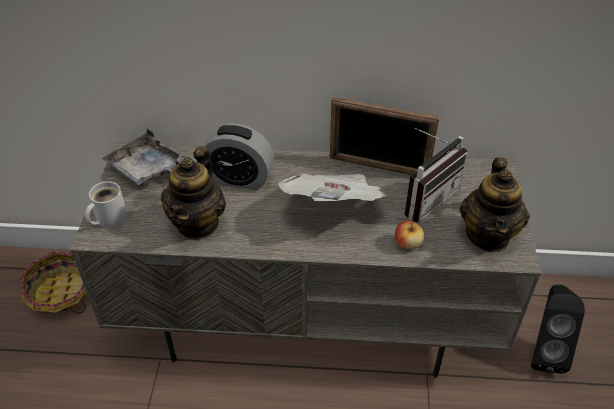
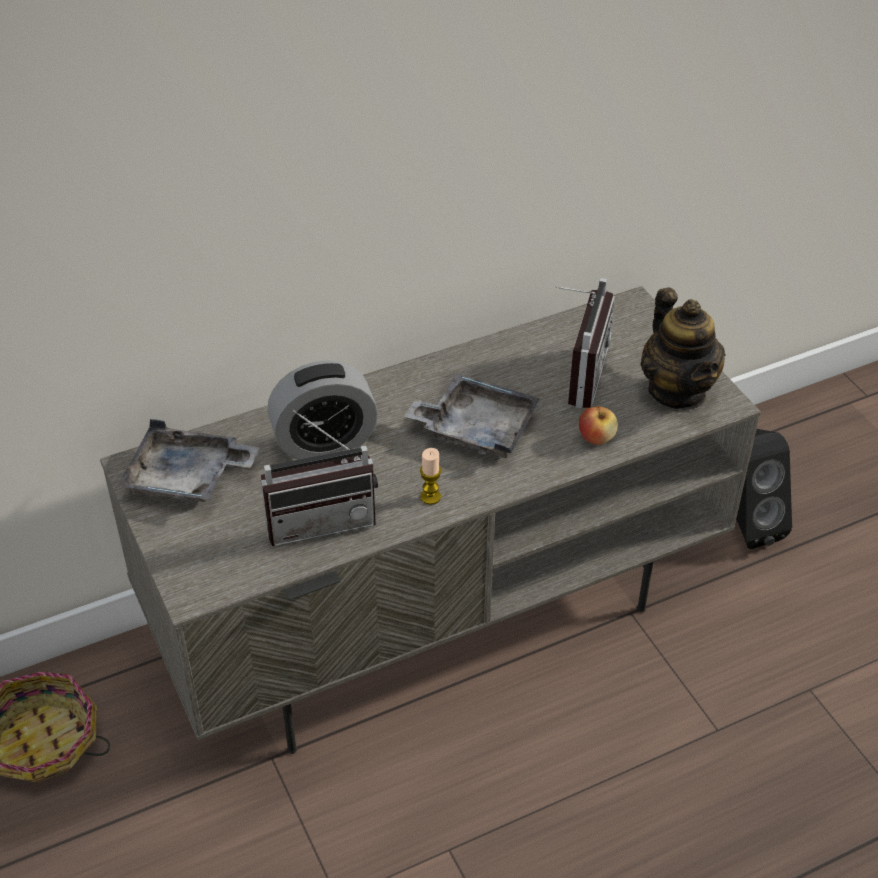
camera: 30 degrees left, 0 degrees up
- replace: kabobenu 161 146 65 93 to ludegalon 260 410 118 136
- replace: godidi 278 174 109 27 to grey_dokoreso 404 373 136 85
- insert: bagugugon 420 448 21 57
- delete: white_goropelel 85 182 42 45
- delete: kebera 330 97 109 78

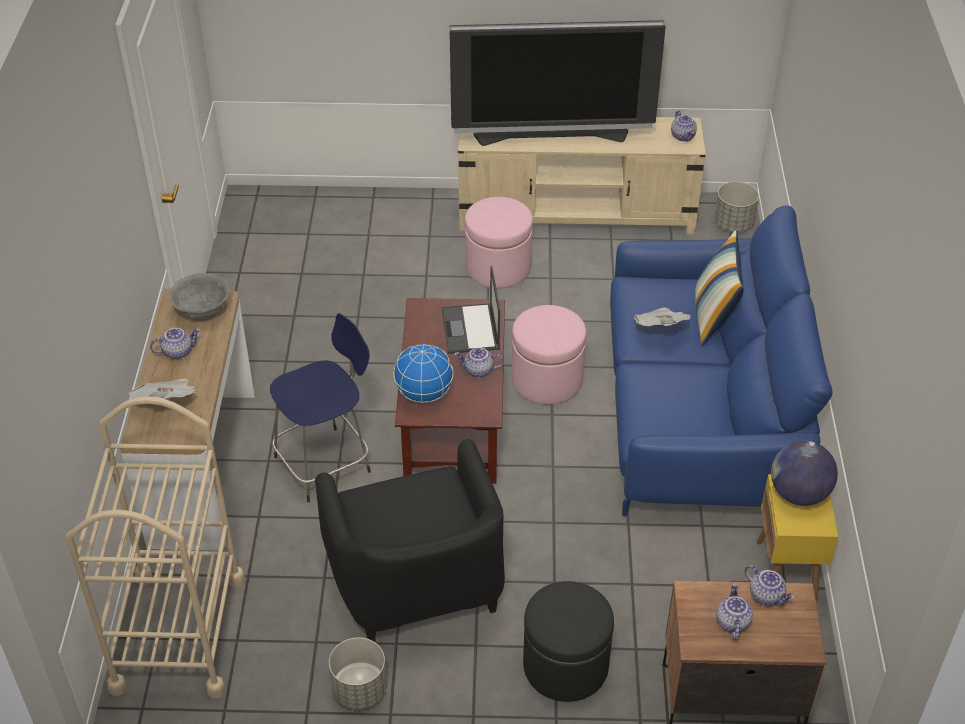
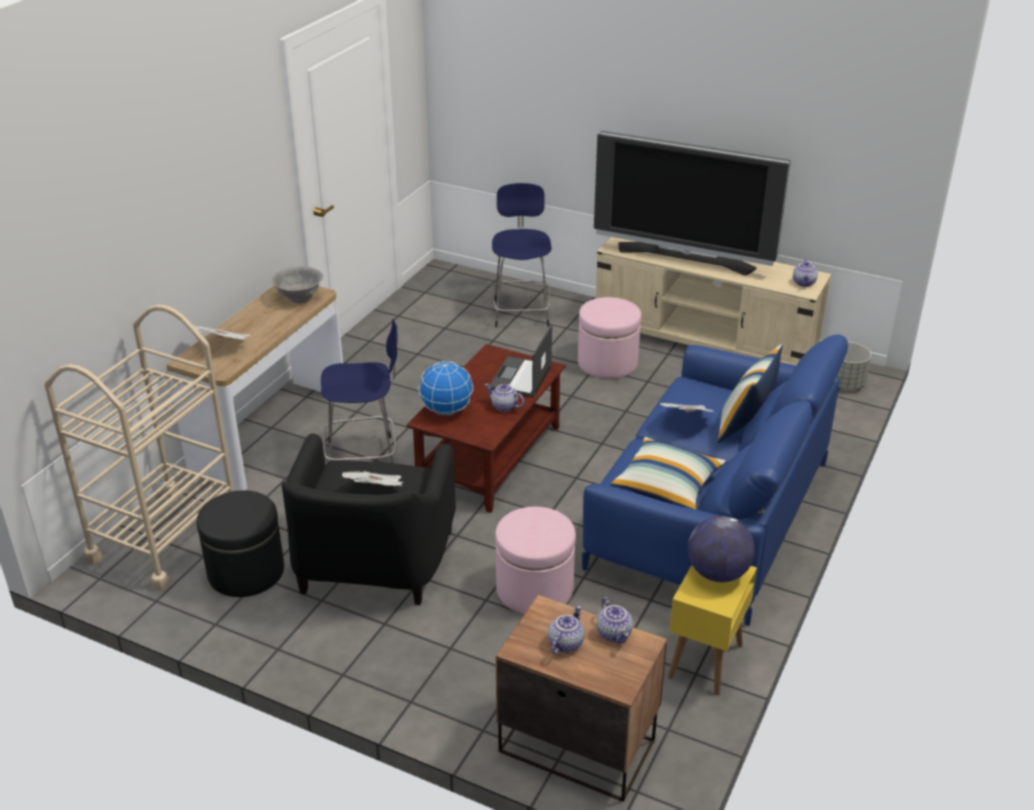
camera: 25 degrees right, 10 degrees down
- move: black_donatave 523 581 91 121 to 197 490 87 107
- insert: godidi 342 471 62 15
- insert: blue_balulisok 492 183 59 145
- move: pink_donatave 512 305 74 100 to 495 507 81 107
- insert: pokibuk 610 437 116 73
- delete: kabobenu 150 328 50 31
- delete: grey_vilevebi 329 637 58 72

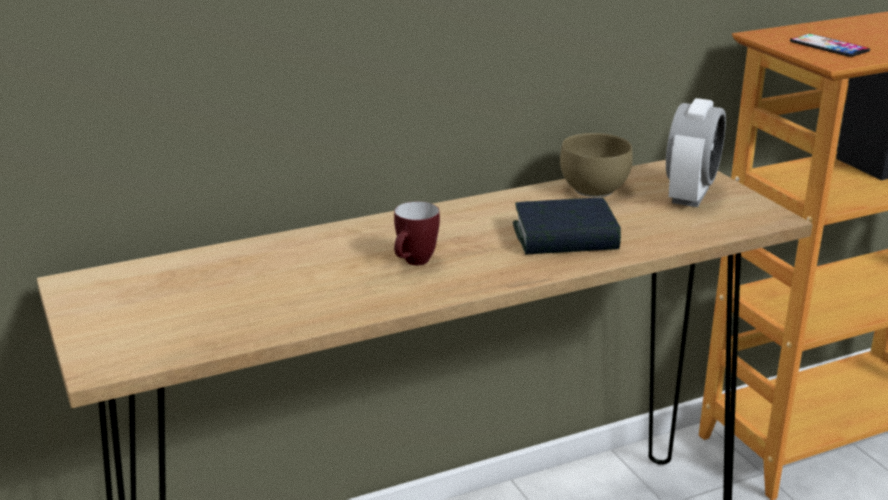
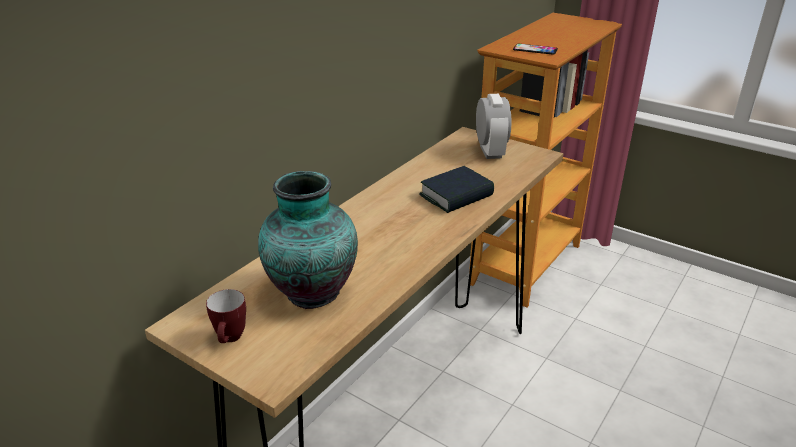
camera: 30 degrees left, 5 degrees up
- move: goropelel 394 201 46 64 to 206 289 40 54
- insert: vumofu 258 171 100 138
- delete: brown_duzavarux 560 133 73 64

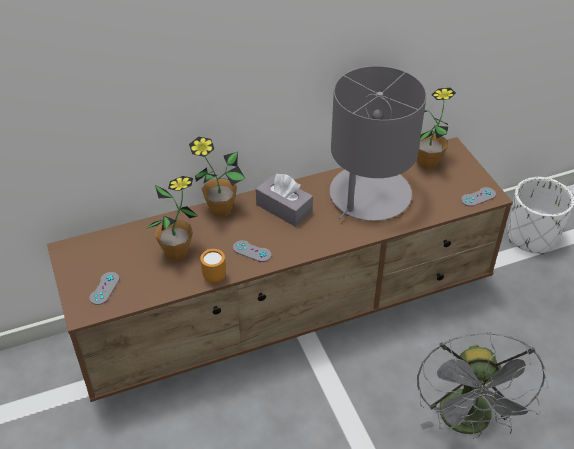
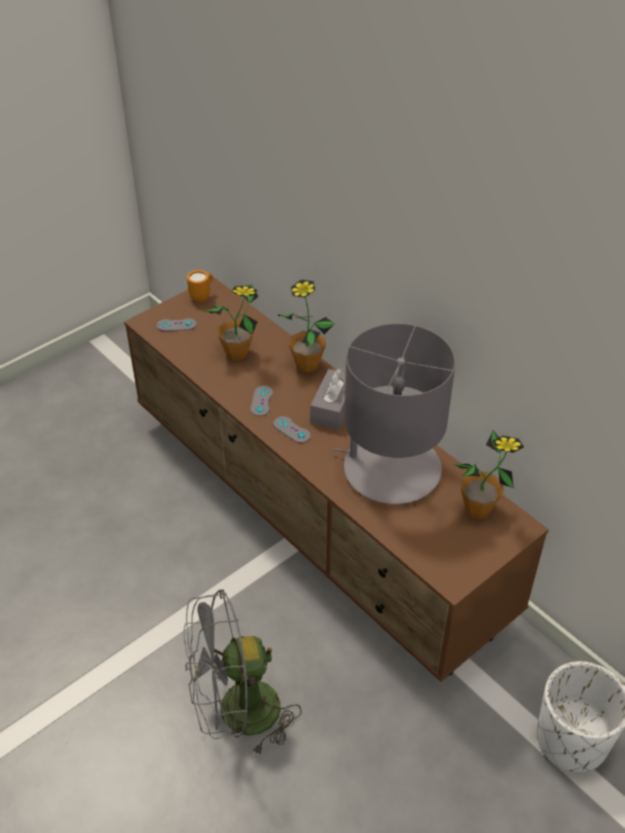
camera: 70 degrees right, 0 degrees up
- move: orange_goropelel 200 249 26 34 to 187 270 26 32
- move: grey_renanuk 461 187 35 19 to 273 416 38 27

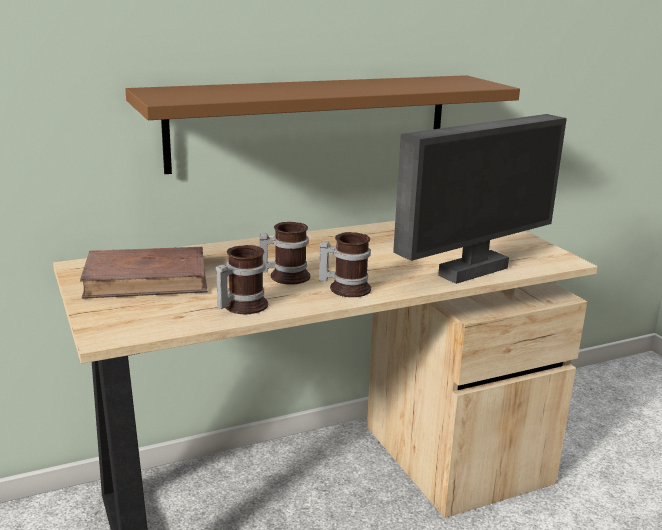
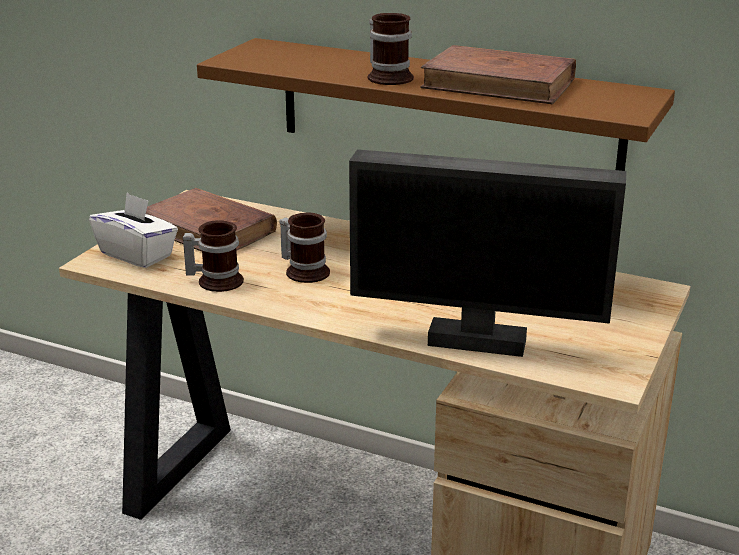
camera: 50 degrees right, 5 degrees up
- insert: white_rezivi 89 193 89 75
- move: goropelel 319 232 52 65 to 368 13 46 72
- insert: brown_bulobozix 420 45 156 59

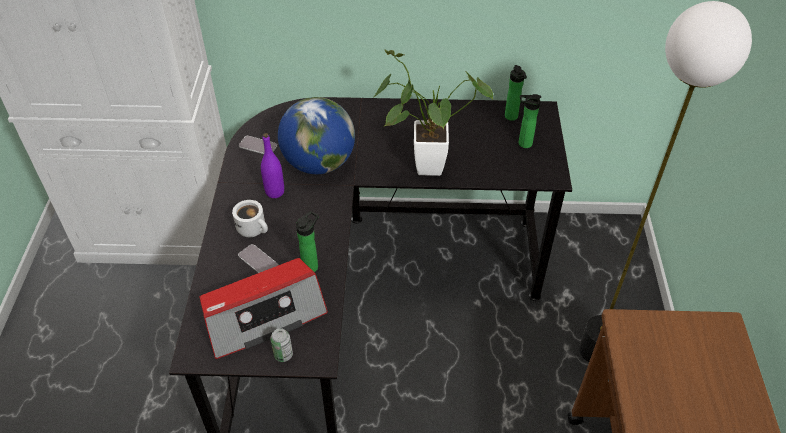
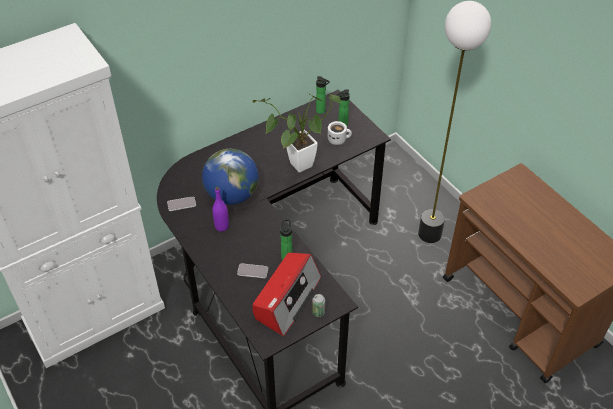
camera: 35 degrees left, 0 degrees up
- move: white_goropelel 232 200 36 37 to 328 121 24 24

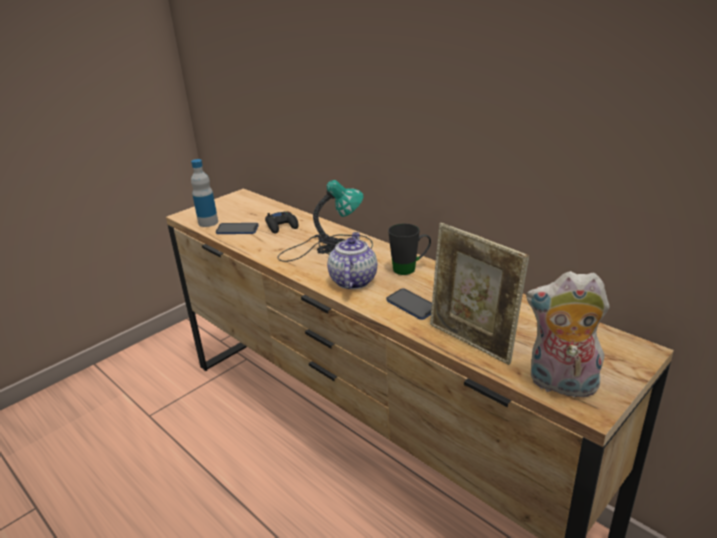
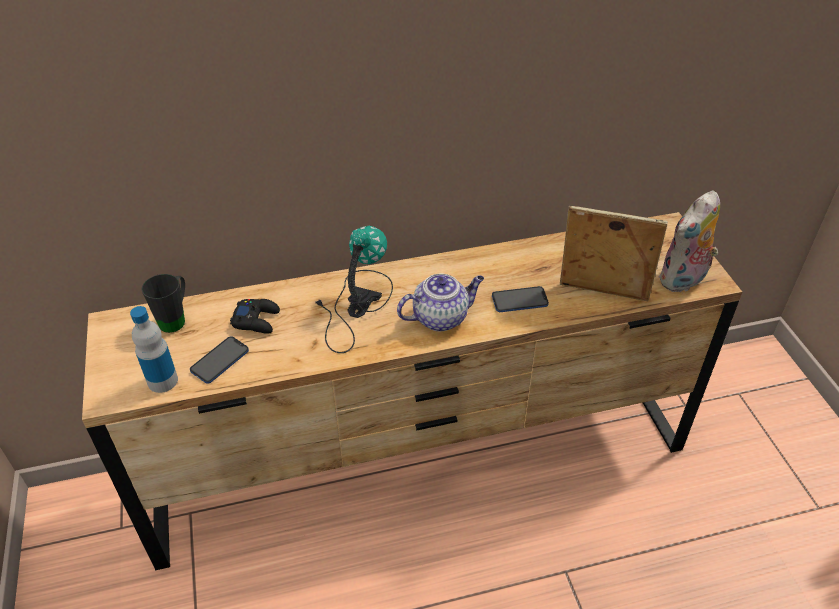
camera: 60 degrees left, 15 degrees up
- move: black_goropelel 388 224 43 51 to 142 274 43 59
- rotate: kabobenu 327 232 50 57 = 397 273 87 58 120 degrees clockwise
- rotate: kebera 430 223 99 142 = 560 206 108 95 150 degrees counterclockwise

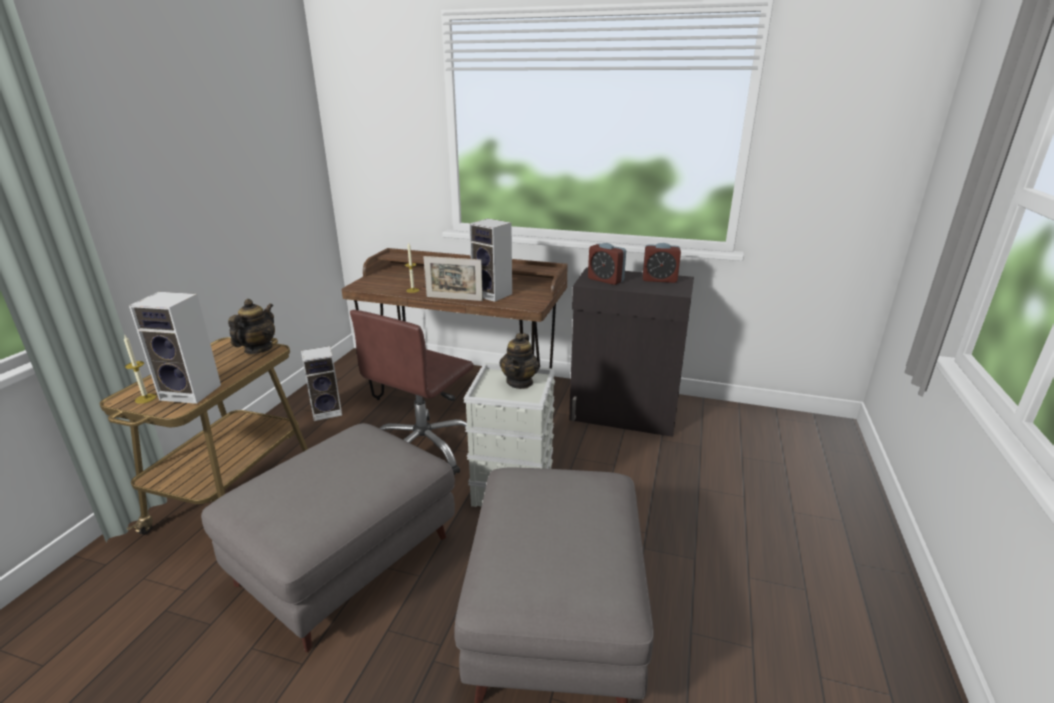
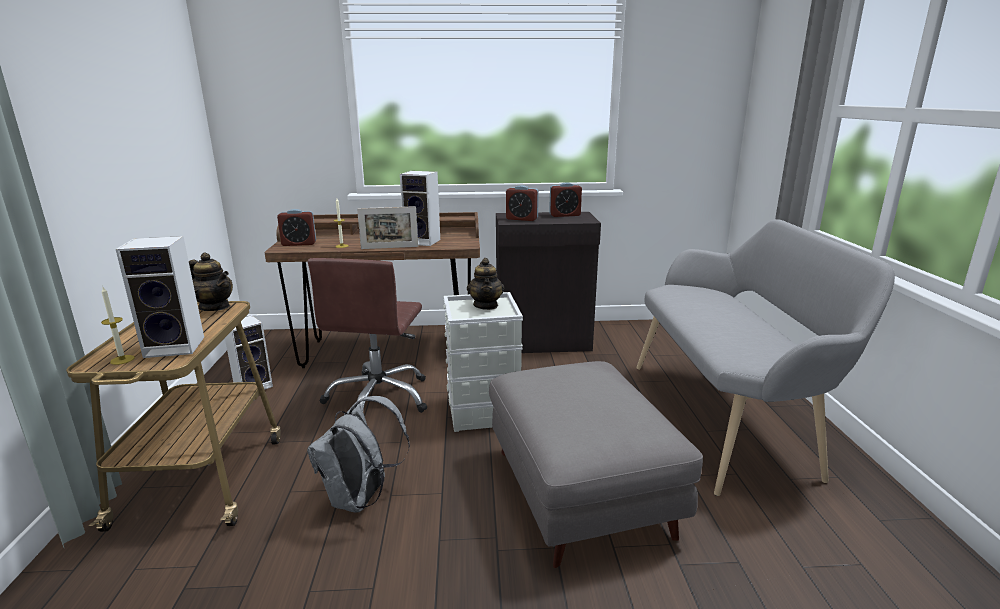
camera: 20 degrees left, 5 degrees down
- rotate: kabobenu 228 299 47 55 = 189 253 44 58 120 degrees clockwise
- insert: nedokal 277 209 39 37
- replace: grey_donatave 201 423 254 229 to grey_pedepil 307 396 103 117
- insert: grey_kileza 637 219 258 277

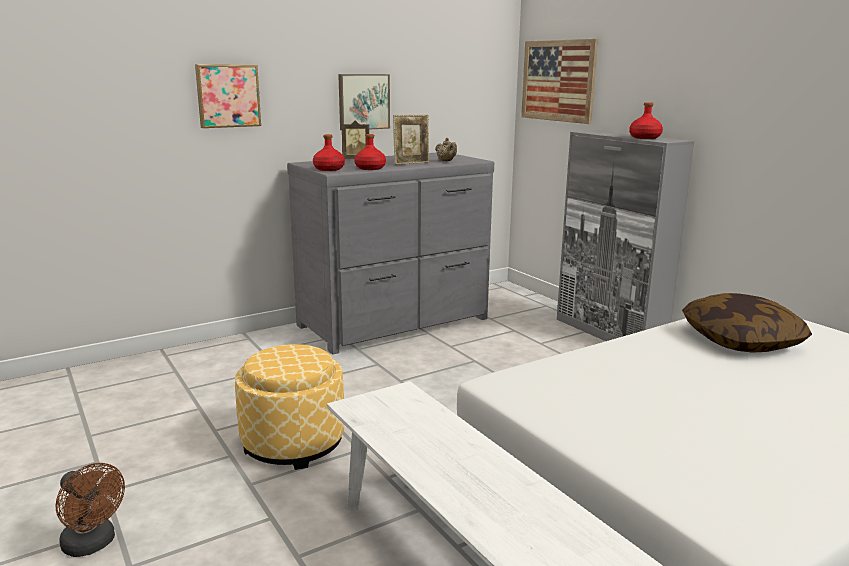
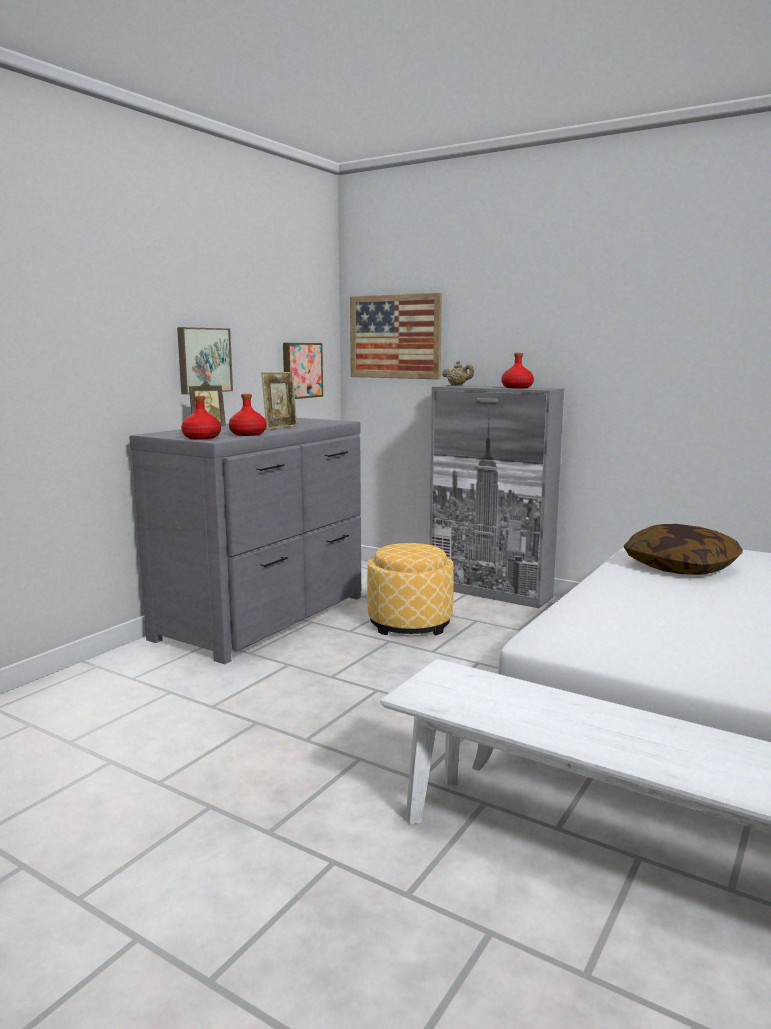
camera: 25 degrees left, 5 degrees down
- move: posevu 195 65 66 63 to 283 343 40 56
- move: donatave 235 344 109 126 to 367 543 87 92
- move: beige_kabobenu 435 138 22 23 to 442 361 32 24
- delete: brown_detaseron 55 463 70 94

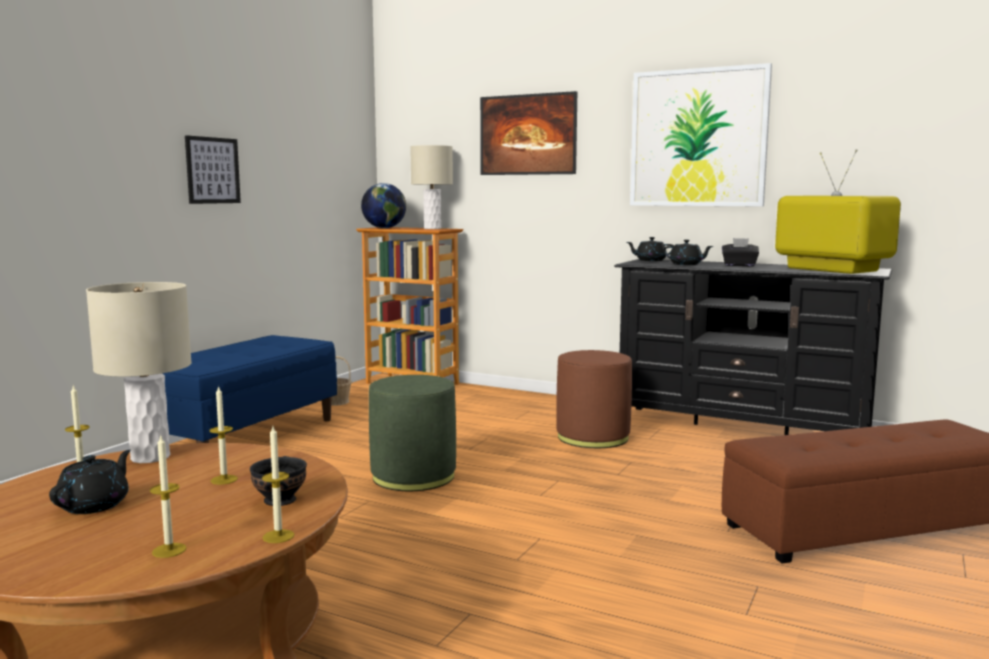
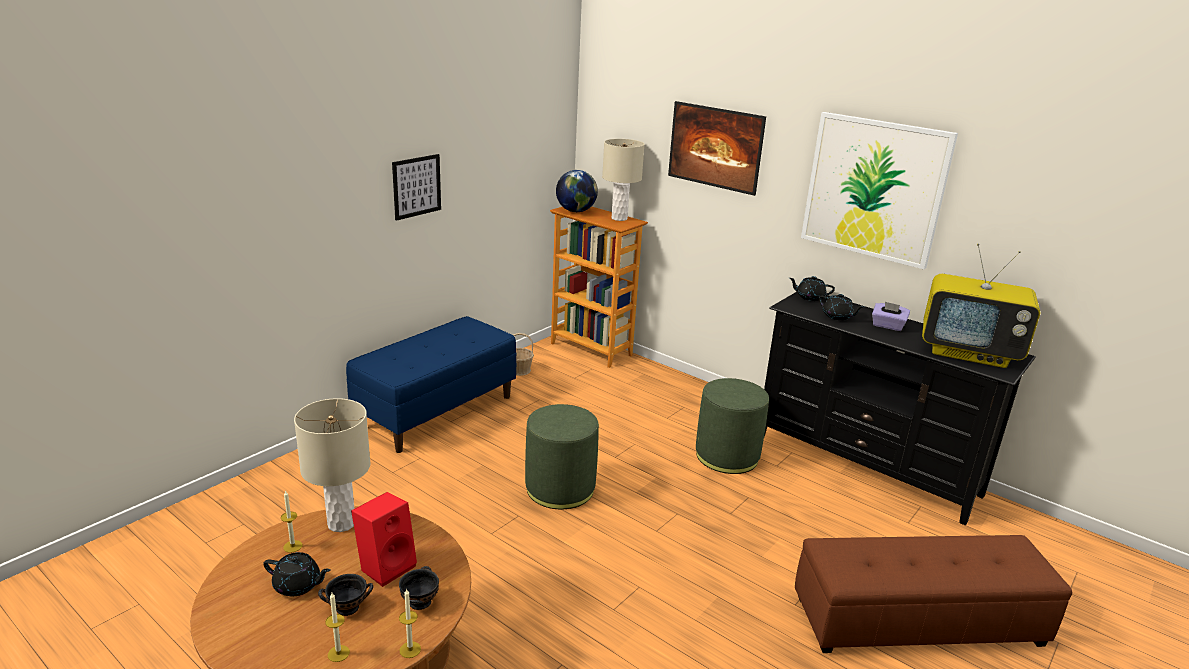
camera: 10 degrees right, 15 degrees up
- rotate: black_kabobenu 49 450 82 64 = 263 552 68 44 75 degrees clockwise
- insert: black_duzavarux 318 574 55 42
- replace: bagugugon 209 386 29 99 to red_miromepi 351 492 66 95
- recolor: brown_donatave 556 350 76 98 to green_donatave 696 378 73 96
- recolor: black_rezivi 722 238 37 28 to purple_rezivi 872 302 38 29
- rotate: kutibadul 775 149 126 125 = 922 243 118 125 135 degrees clockwise

